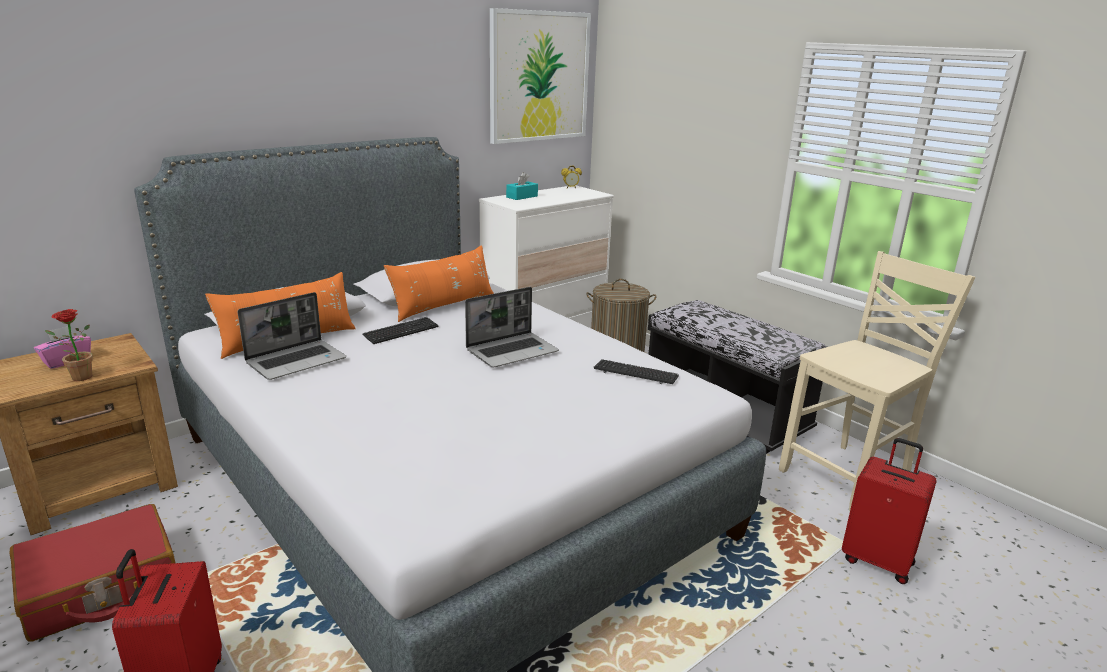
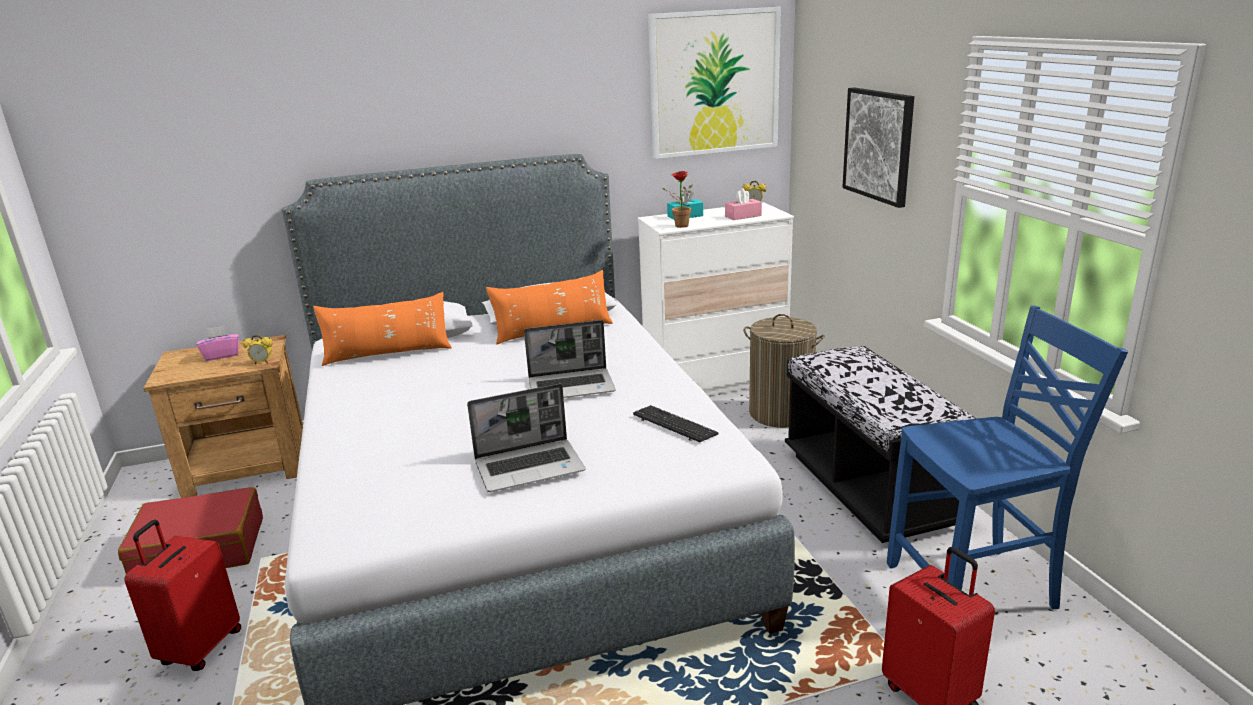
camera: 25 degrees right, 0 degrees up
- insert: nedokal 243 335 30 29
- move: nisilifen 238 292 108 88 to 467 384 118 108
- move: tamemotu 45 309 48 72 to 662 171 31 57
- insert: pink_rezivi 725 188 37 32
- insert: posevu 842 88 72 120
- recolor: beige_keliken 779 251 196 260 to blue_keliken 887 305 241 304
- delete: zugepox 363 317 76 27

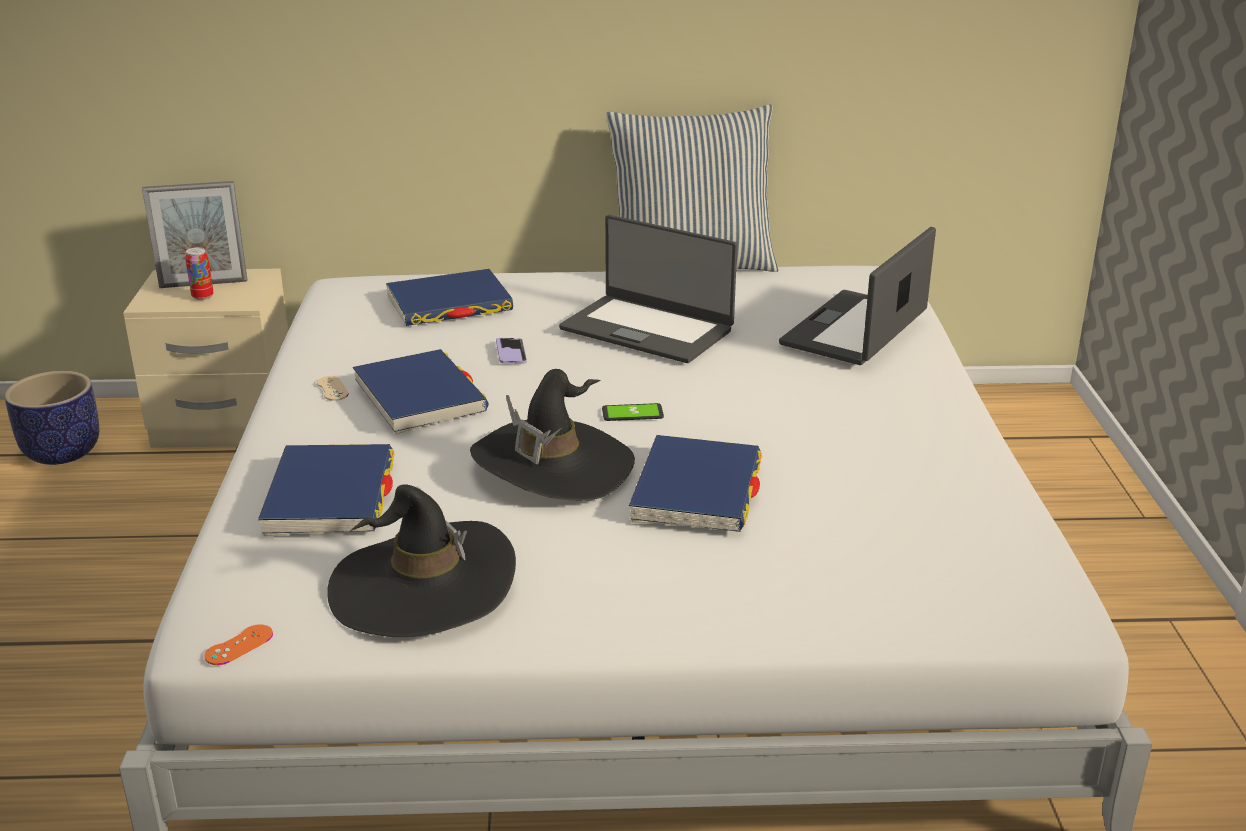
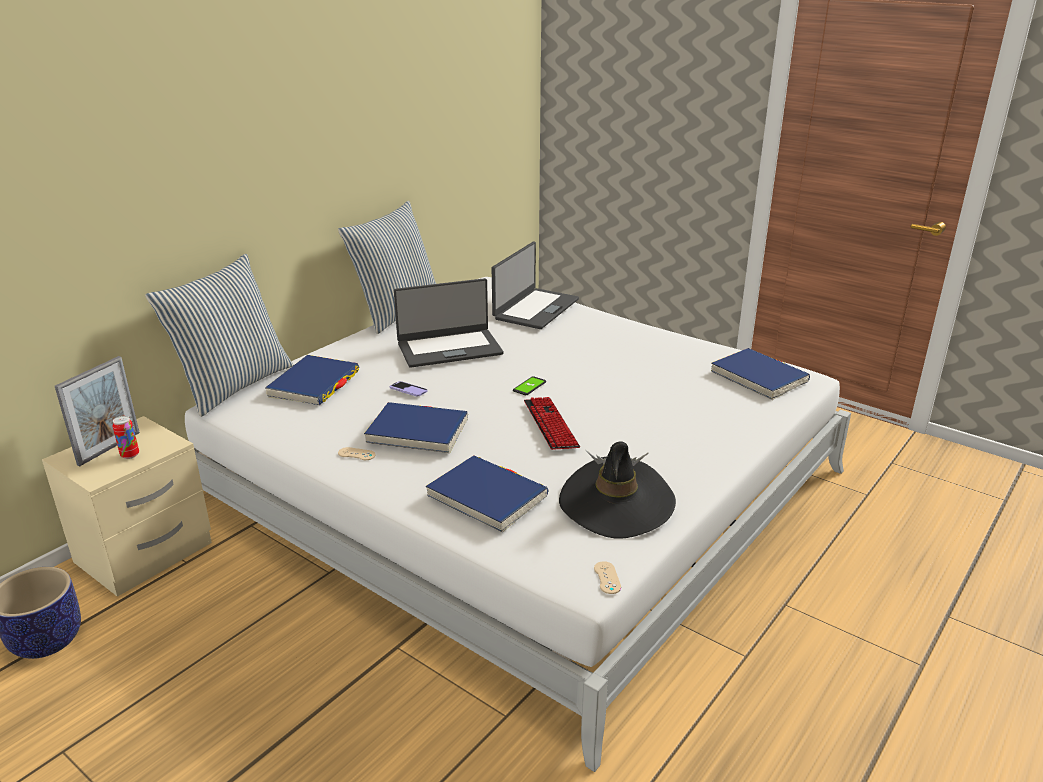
camera: 50 degrees left, 0 degrees up
- insert: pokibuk 145 254 148 163
- rotate: nisilifen 779 227 157 138 = 492 242 87 87 135 degrees counterclockwise
- replace: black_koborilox 470 369 165 132 to zugepox 524 397 56 53
- recolor: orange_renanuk 204 624 69 41 to beige_renanuk 594 561 27 33
- move: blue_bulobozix 629 435 133 97 to 711 348 99 52

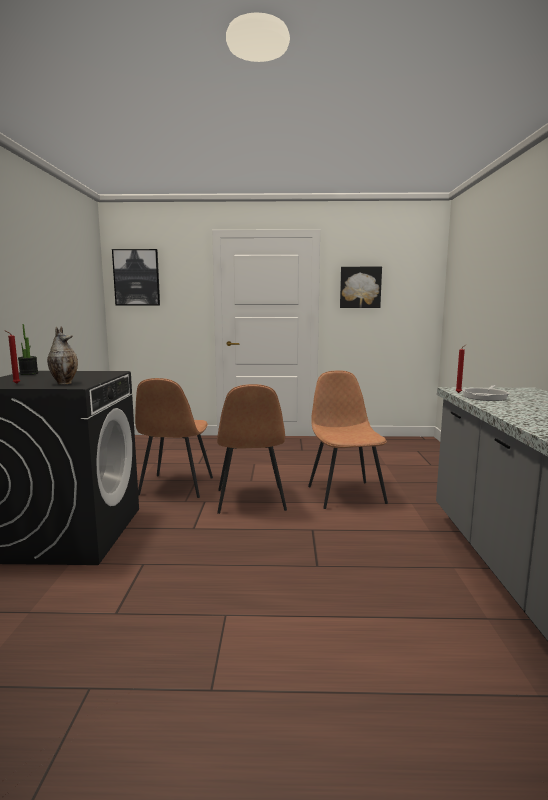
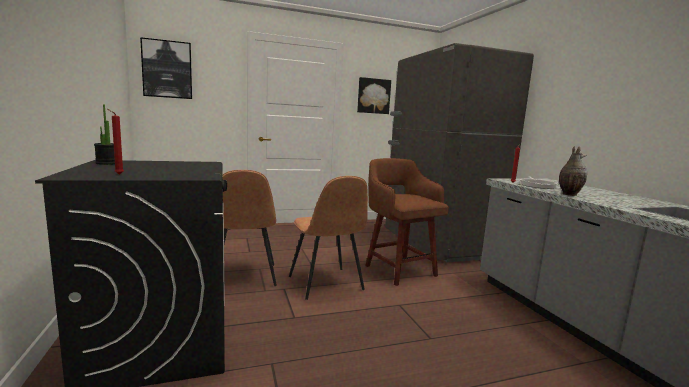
camera: 20 degrees left, 0 degrees up
- replace: brown_keliken 308 370 80 139 to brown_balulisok 365 158 84 128
- insert: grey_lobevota 385 43 149 219
- move: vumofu 47 327 31 57 to 559 146 28 50

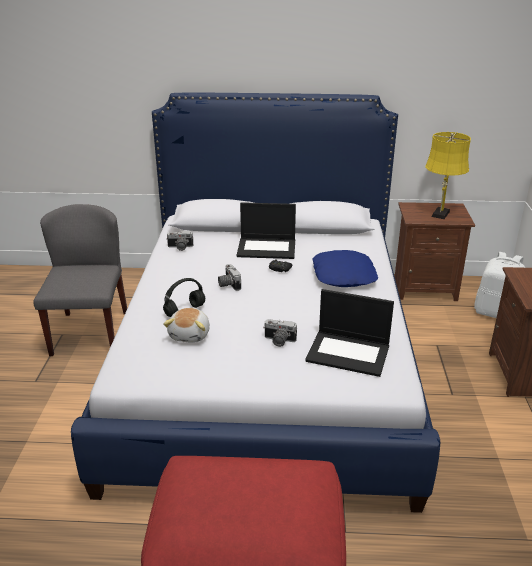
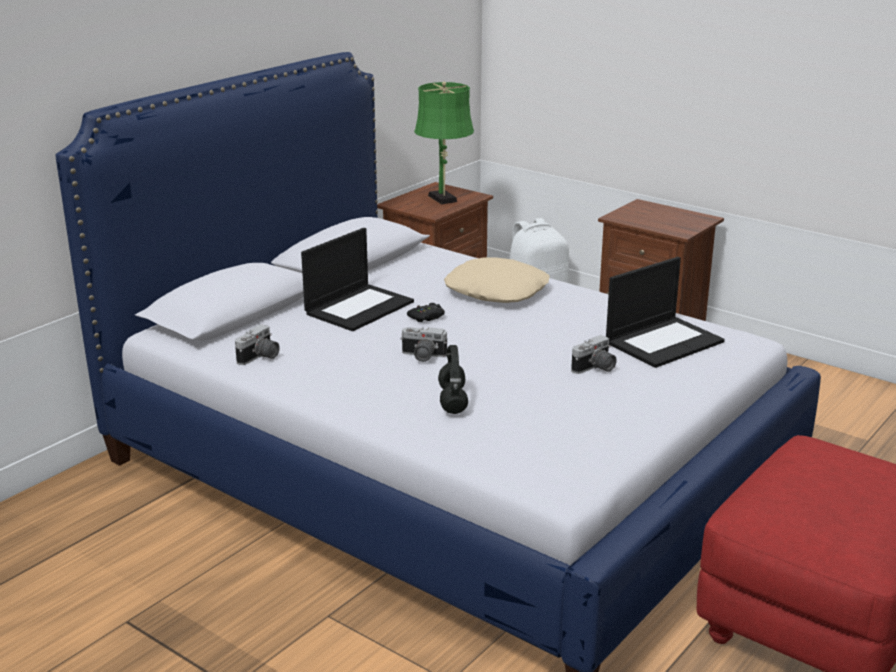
camera: 55 degrees left, 5 degrees down
- recolor: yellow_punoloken 425 132 46 87 to green_punoloken 414 81 60 124
- recolor: blue_pokibuk 312 250 66 37 to beige_pokibuk 444 257 105 46
- delete: grey_keliken 33 204 94 152
- delete: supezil 163 308 47 35

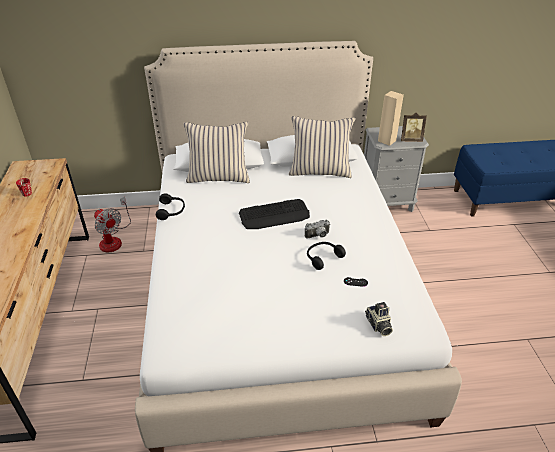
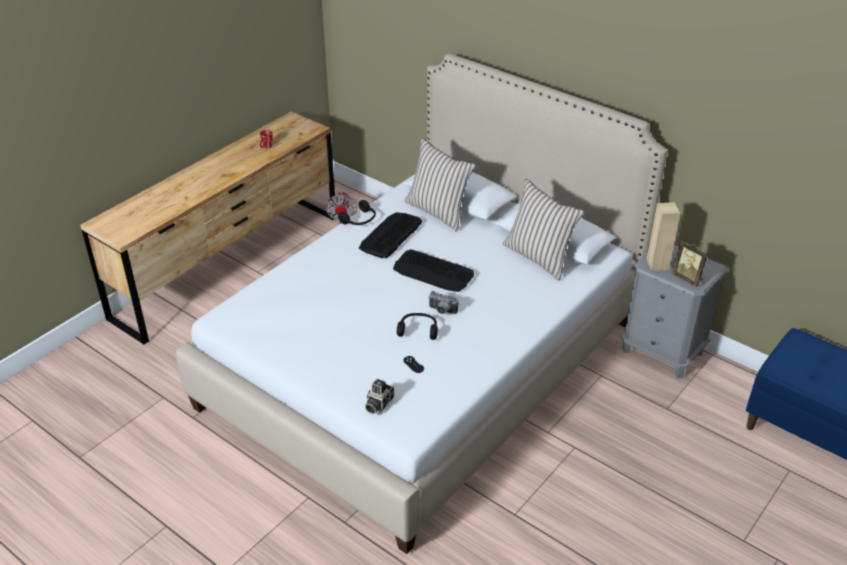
camera: 45 degrees right, 0 degrees up
- insert: zugepox 359 212 63 46

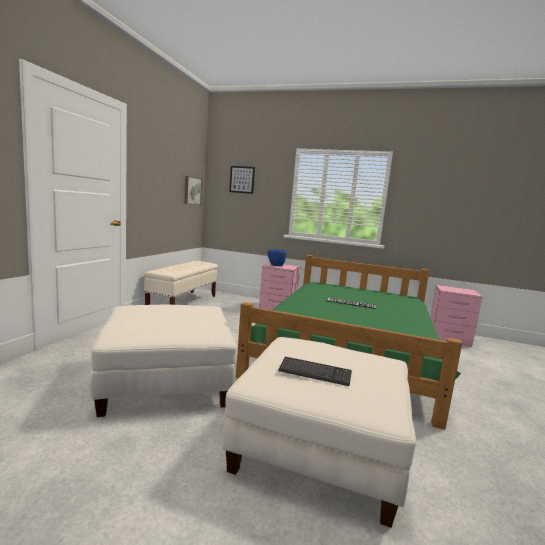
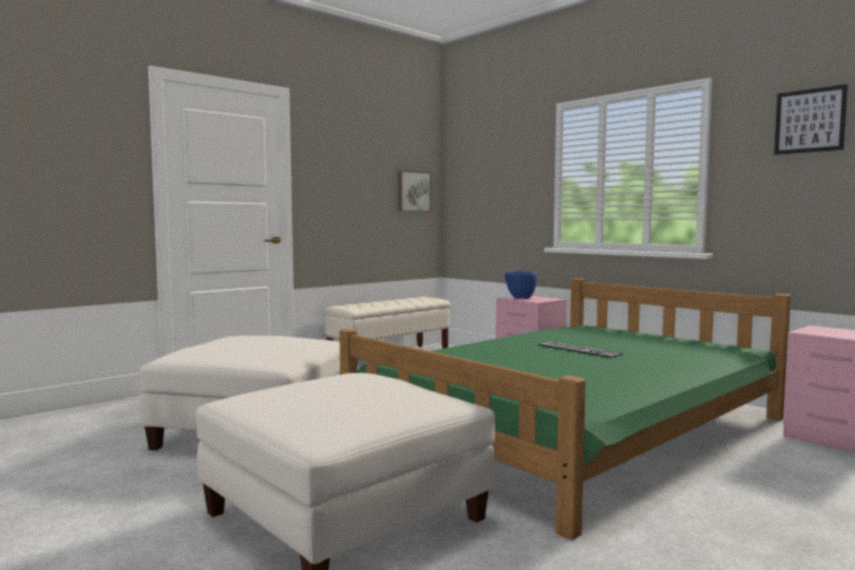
camera: 30 degrees right, 5 degrees down
- move: posevu 229 166 26 28 to 774 84 74 71
- delete: zugepox 278 357 74 29

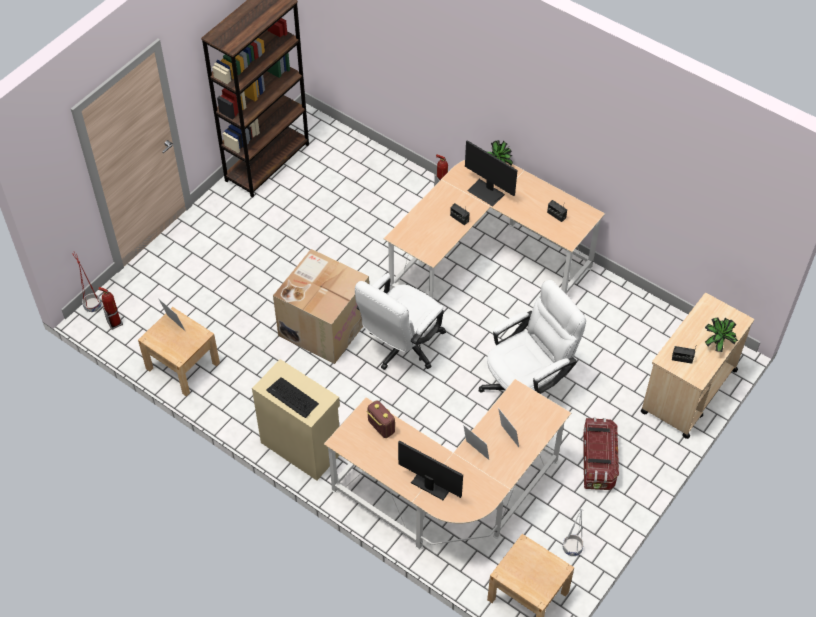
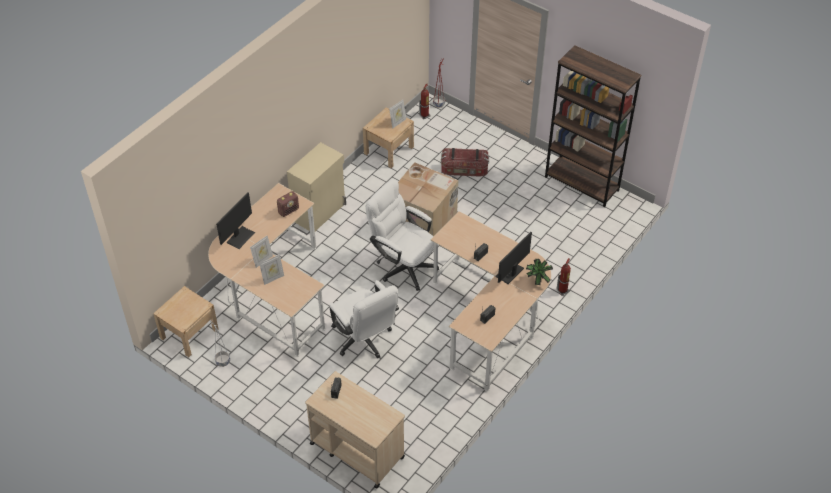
camera: 90 degrees right, 5 degrees down
- move: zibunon 583 418 36 72 to 441 148 48 29
- delete: zugepox 266 377 53 41
- delete: tamemotu 705 317 33 35

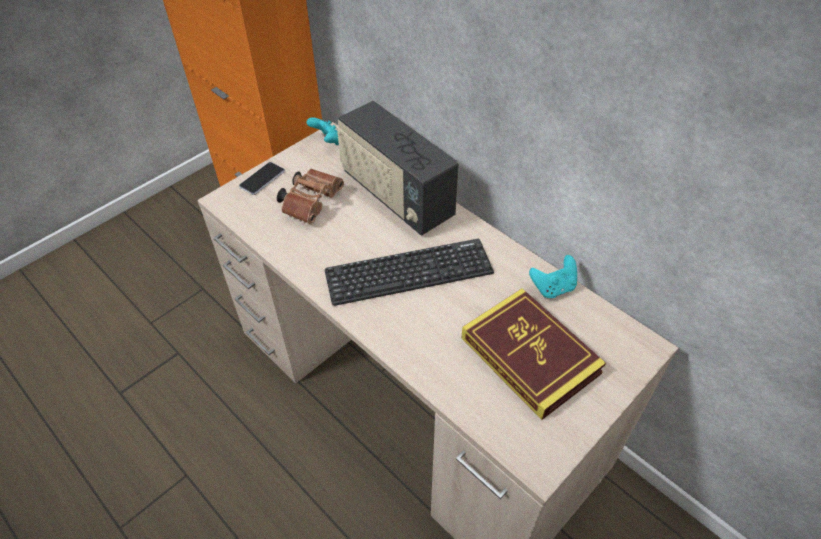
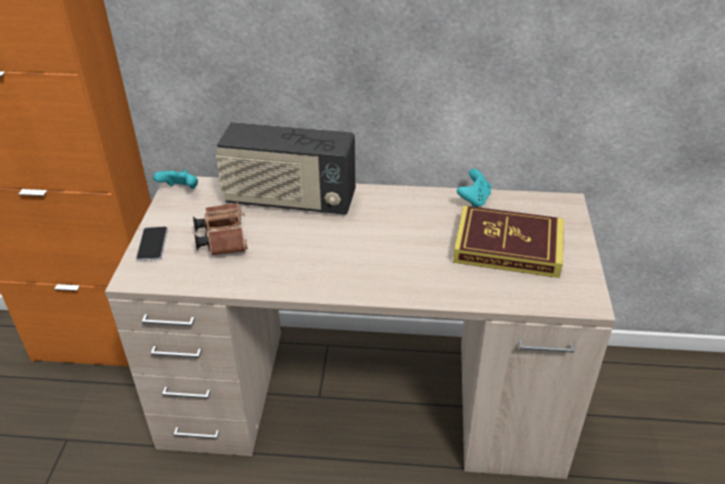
camera: 40 degrees left, 10 degrees down
- delete: zugepox 325 238 169 68

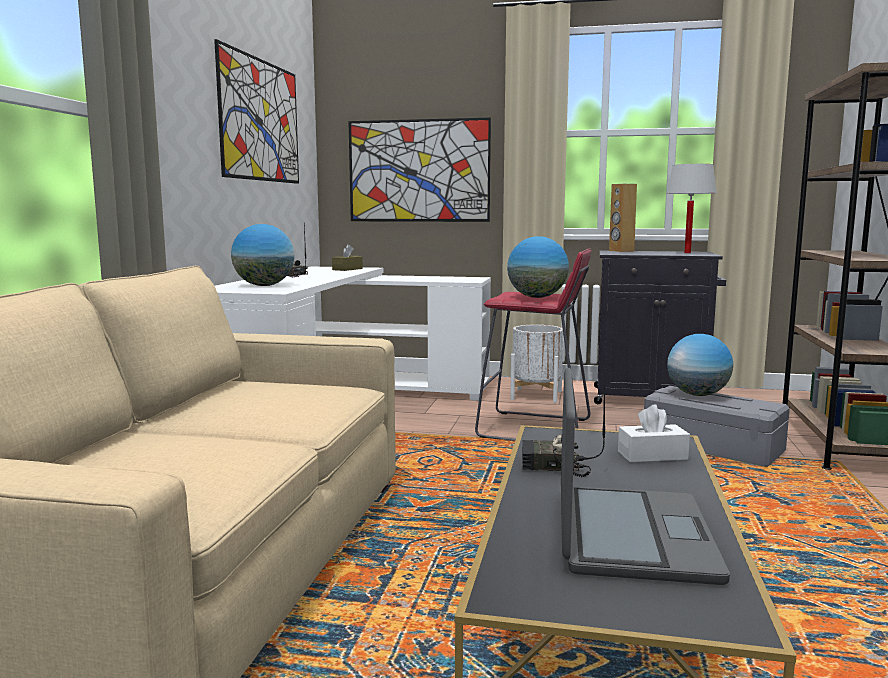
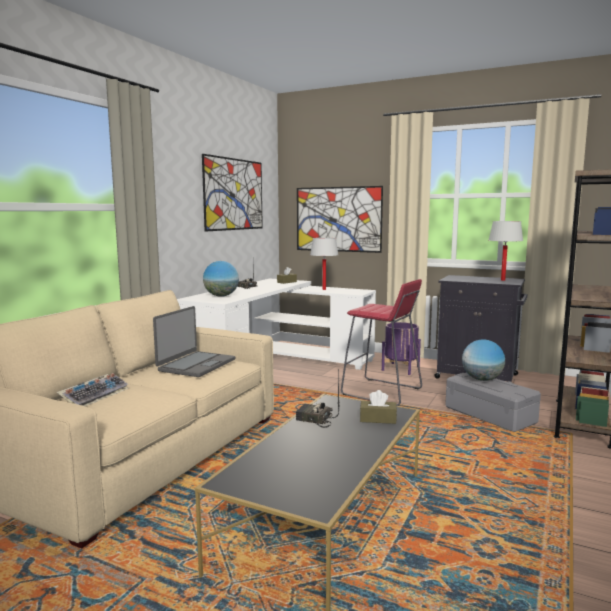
camera: 15 degrees right, 0 degrees up
- insert: zugepox 57 373 71 33
- move: nisilifen 561 368 169 217 to 153 306 82 71
- insert: white_punoloken 310 238 29 52
- recolor: white_rezivi 618 404 72 58 to brown_rezivi 360 390 37 34
- recolor: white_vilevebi 510 325 53 78 to purple_vilevebi 382 322 39 53
- delete: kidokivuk 507 236 62 62
- delete: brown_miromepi 609 184 28 68

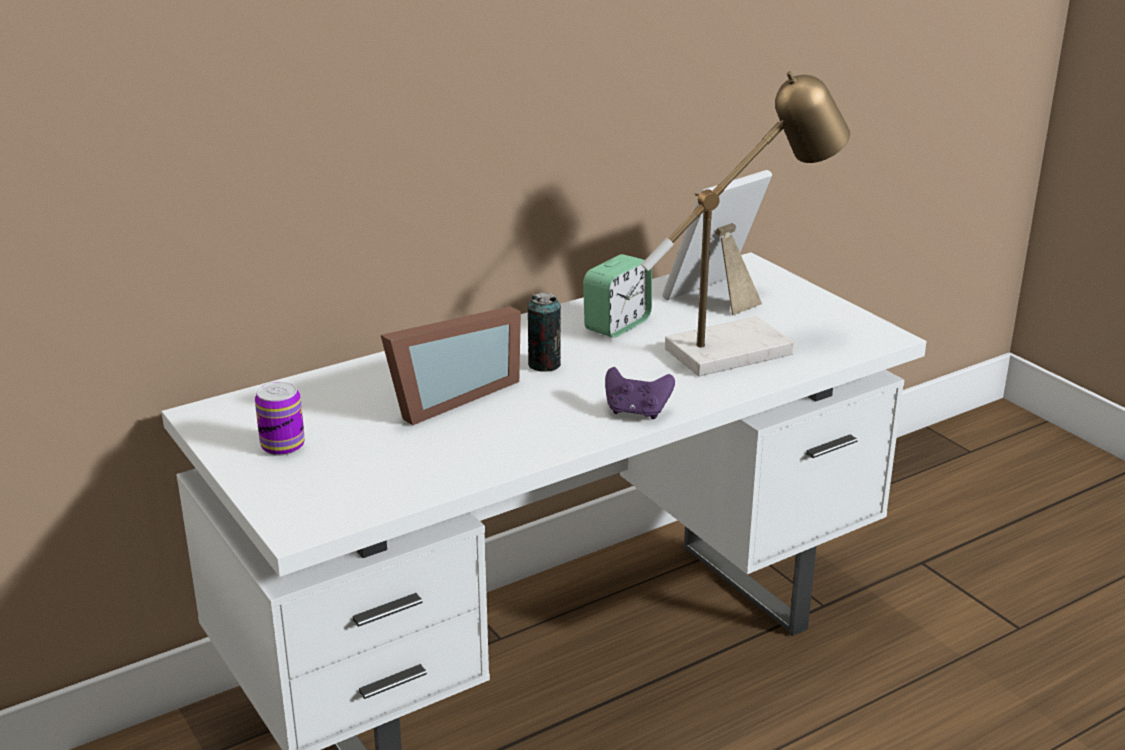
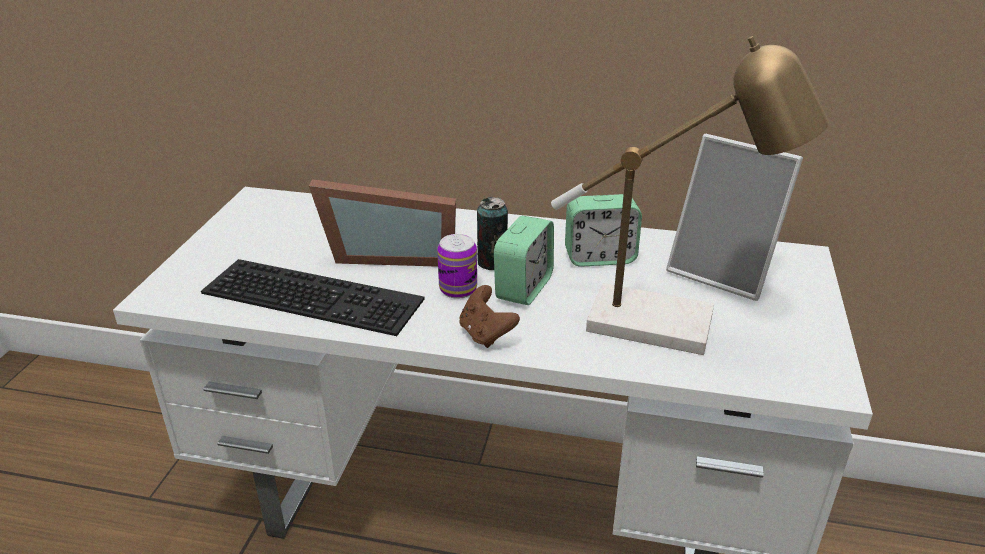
camera: 45 degrees right, 5 degrees up
- insert: zugepox 201 259 224 77
- move: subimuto 255 382 50 74 to 437 234 40 65
- recolor: purple_renanuk 605 367 70 52 to brown_renanuk 459 285 61 63
- insert: nedokal 494 216 60 89
- rotate: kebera 662 170 110 145 = 666 134 137 167 150 degrees counterclockwise

